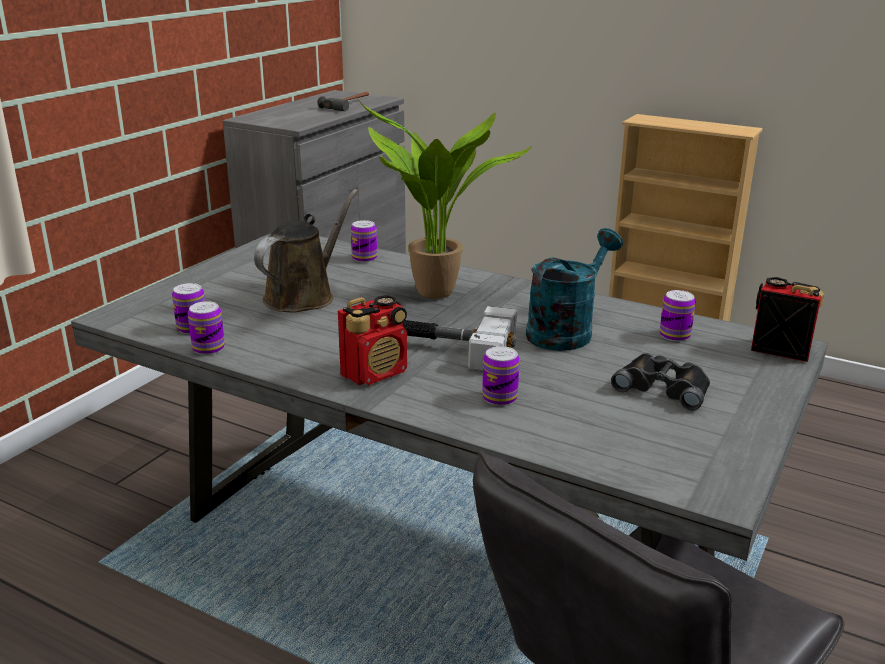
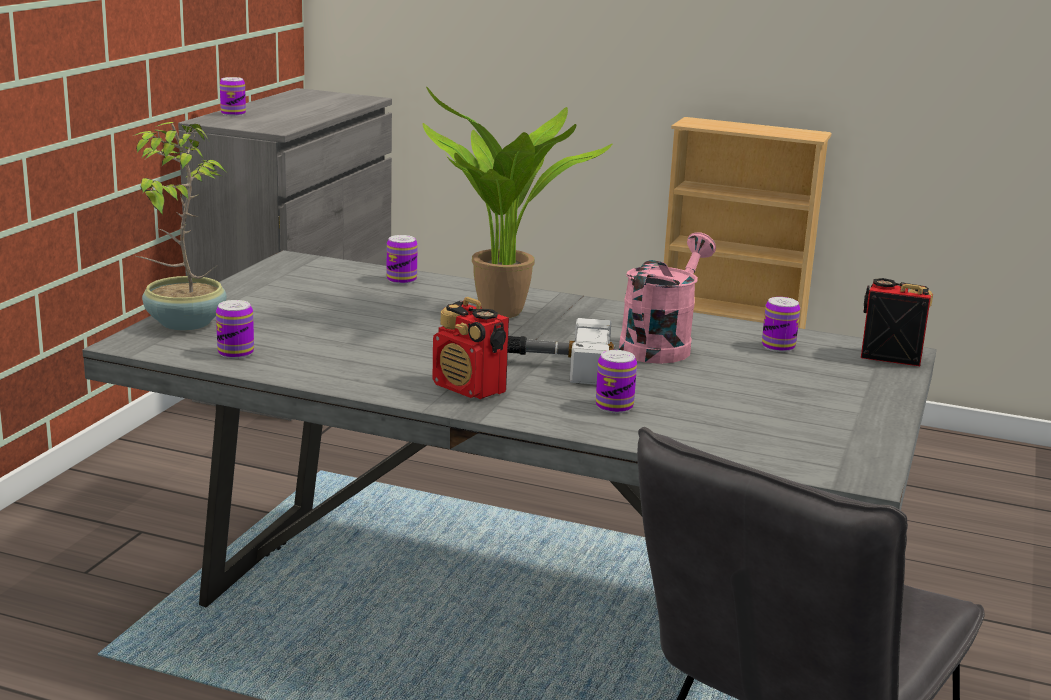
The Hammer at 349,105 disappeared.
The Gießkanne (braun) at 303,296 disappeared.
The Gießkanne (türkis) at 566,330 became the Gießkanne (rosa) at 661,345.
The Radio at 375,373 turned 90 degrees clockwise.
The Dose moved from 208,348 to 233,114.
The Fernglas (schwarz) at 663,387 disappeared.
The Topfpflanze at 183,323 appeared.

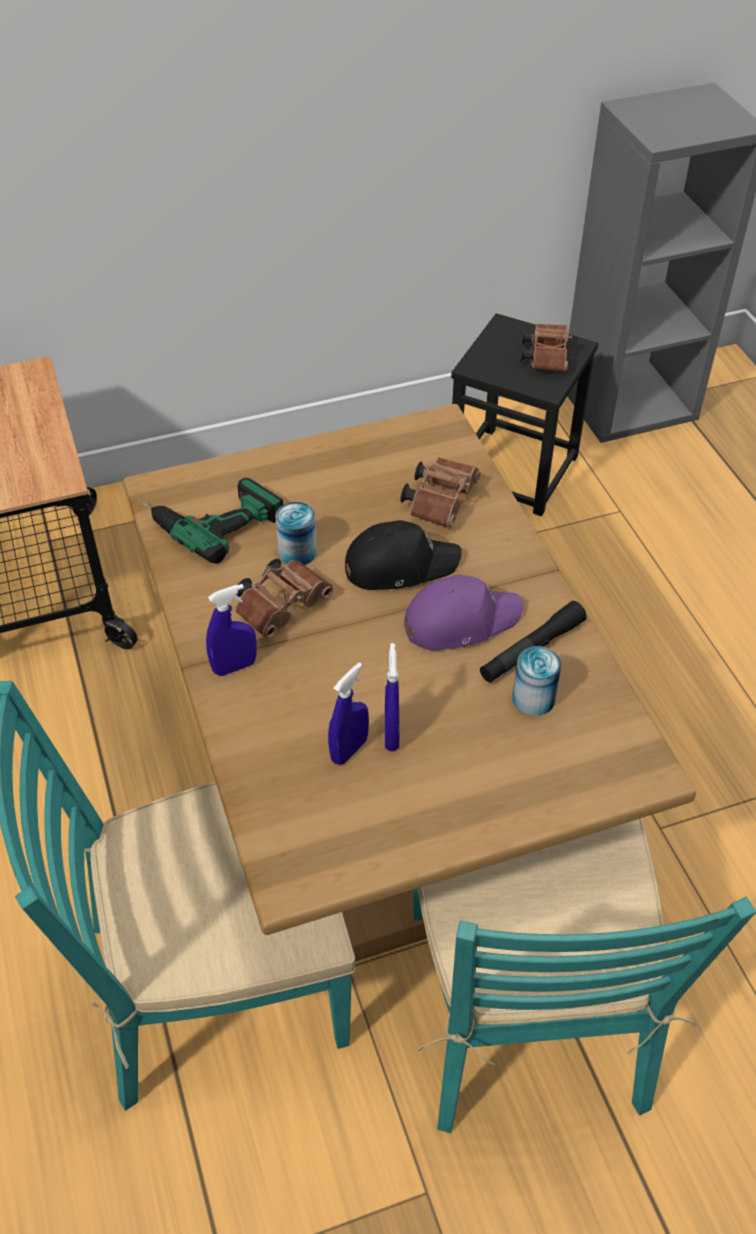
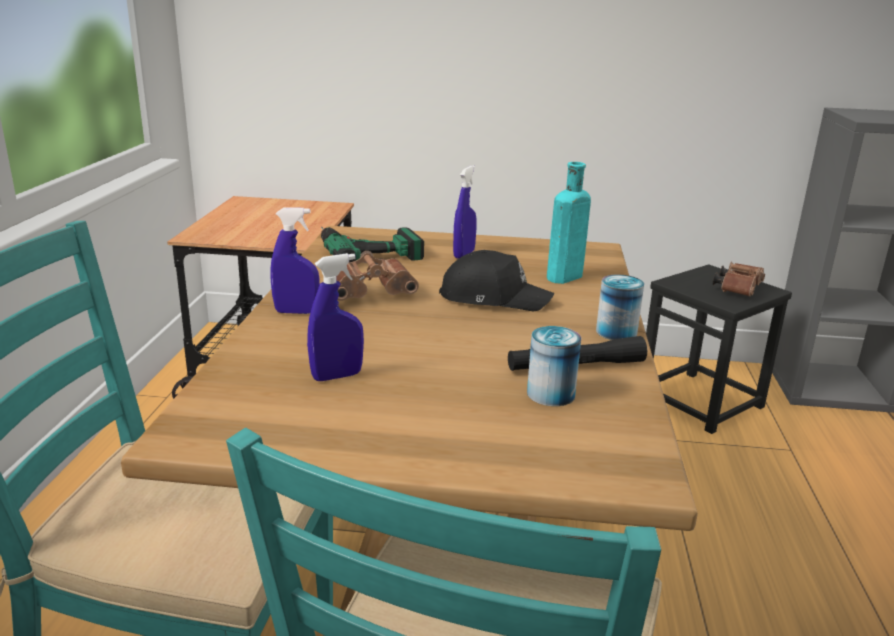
The Fernglas (braun) at 441,501 was replaced by the Flasche (türkis) at 562,278.
The Dose moved from 297,552 to 616,332.
The Kappe (lila) at 460,621 disappeared.
The Sprühflasche (blau) moved from 391,734 to 464,254.

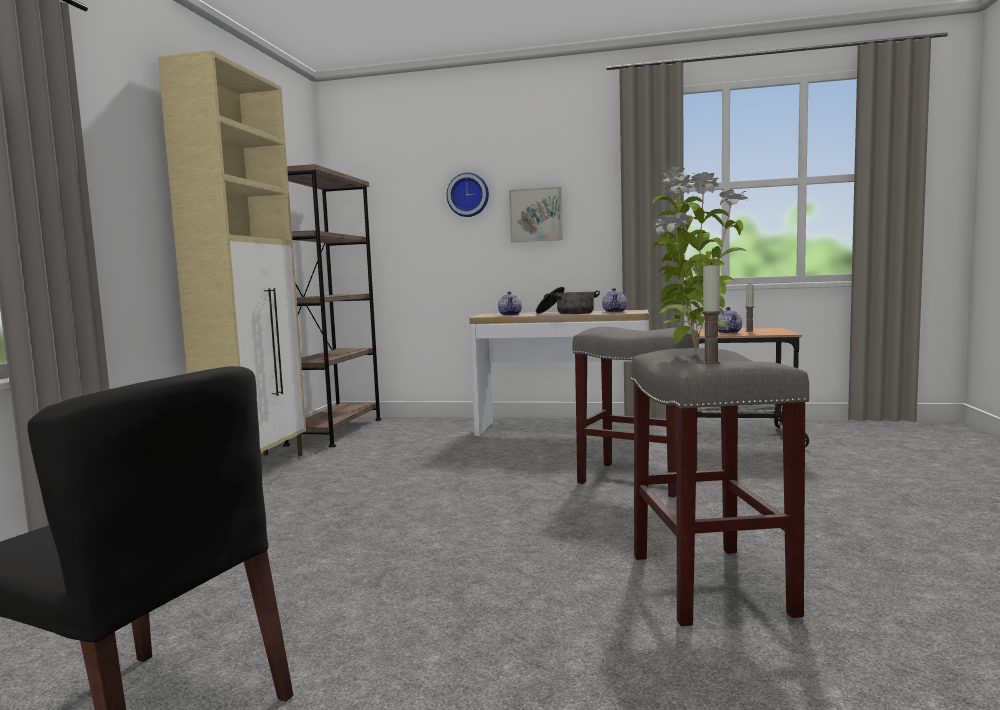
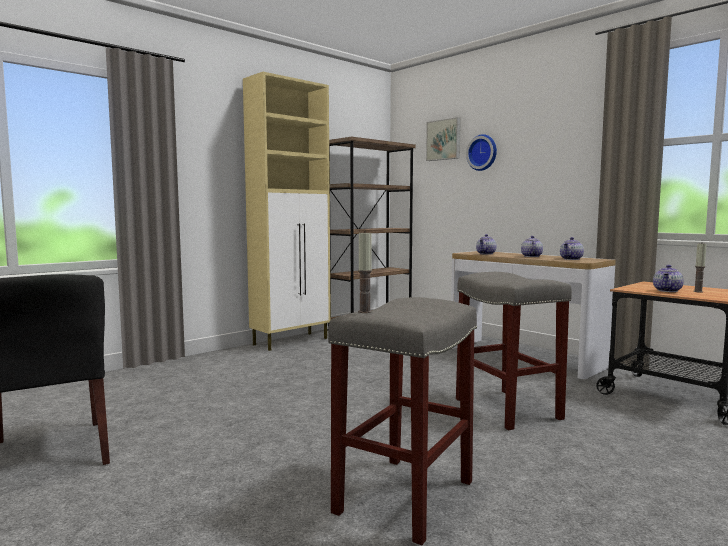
The Topfpflanze at 693,351 disappeared.
The Bild moved from 536,215 to 444,140.
The Kochtopf at 566,313 was replaced by the Teekanne at 531,256.

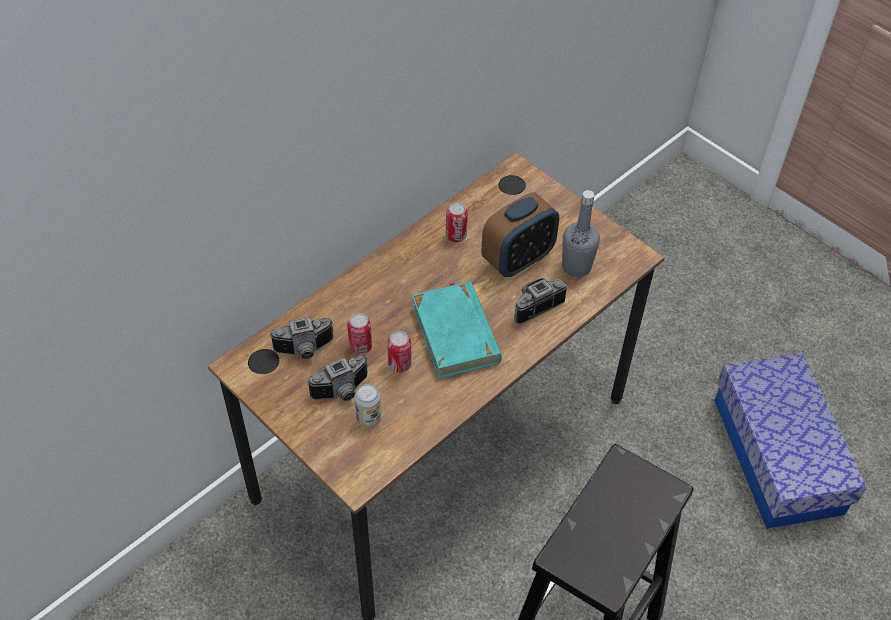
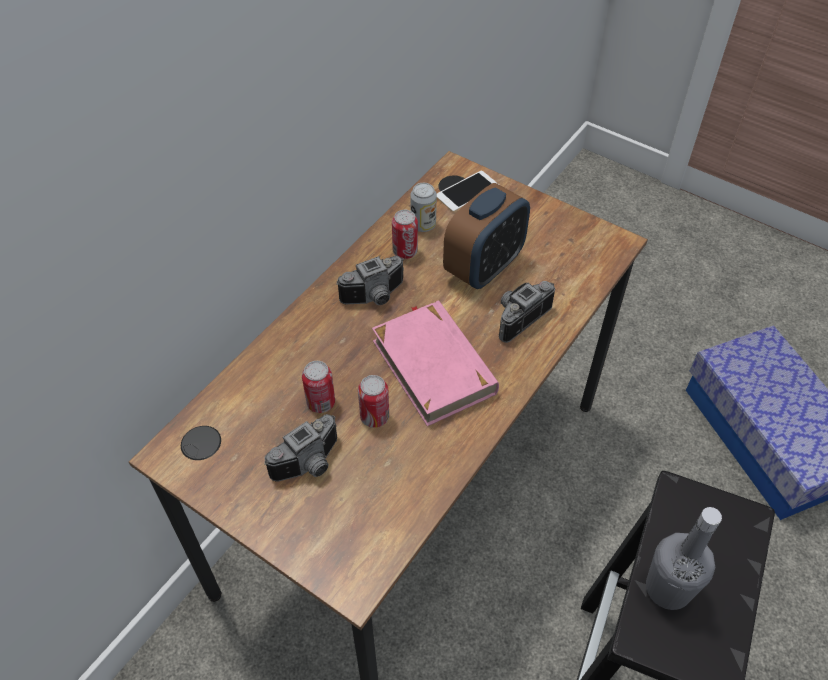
The Flasche (grau) moved from 576,266 to 668,588.
The Buch (türkis) at 456,333 became the Buch (rosa) at 434,366.
The Kamera moved from 305,350 to 376,297.
The Dose moved from 368,418 to 423,225.
The Handy at 467,191 appeared.

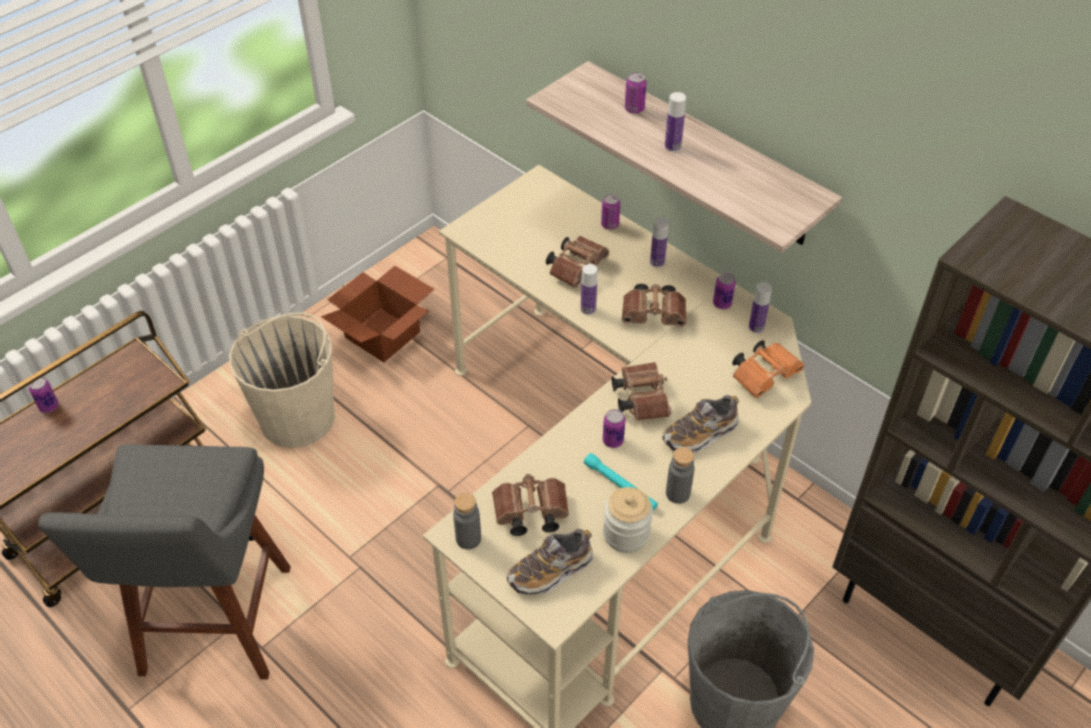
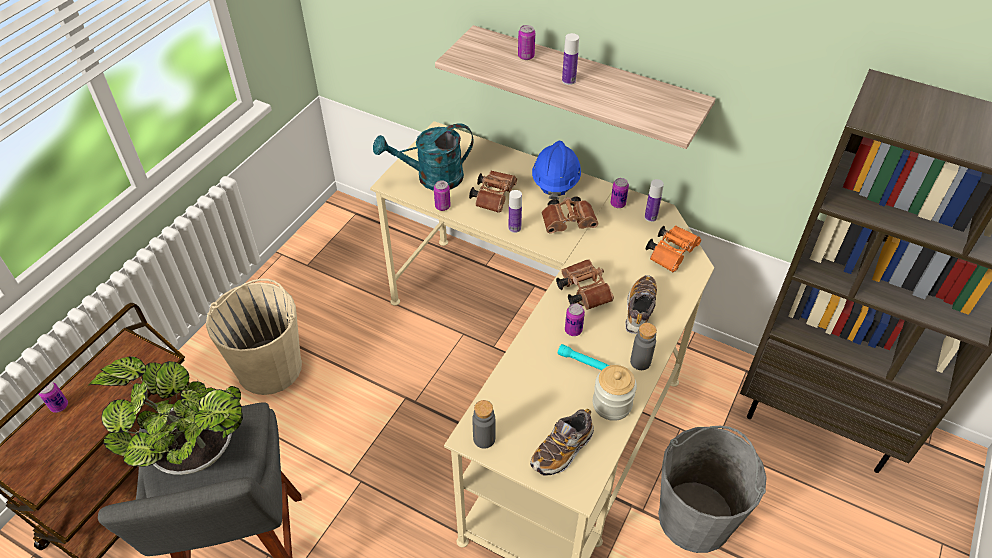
The Dose moved from 610,225 to 442,206.
The Flasche at 657,262 was replaced by the Schutzhelm (blau) at 555,181.
The Karton at 384,334 disappeared.
The Schuh at 700,434 turned 150 degrees clockwise.
The Fernglas (braun) at 529,514 disappeared.
The Gießkanne (türkis) at 431,178 appeared.
The Topfpflanze at 191,451 appeared.

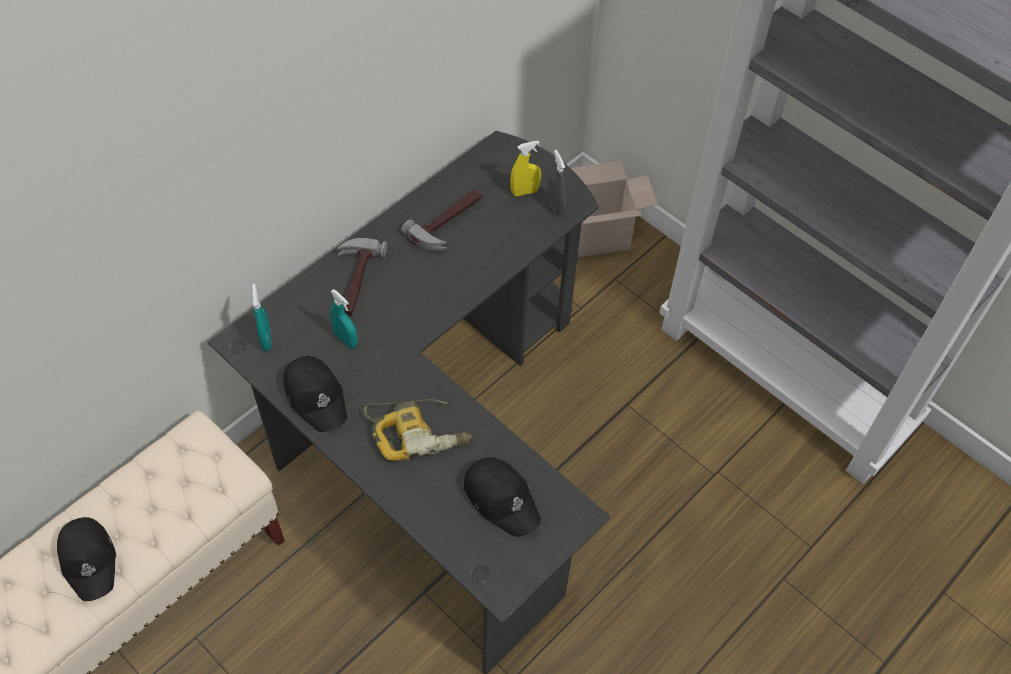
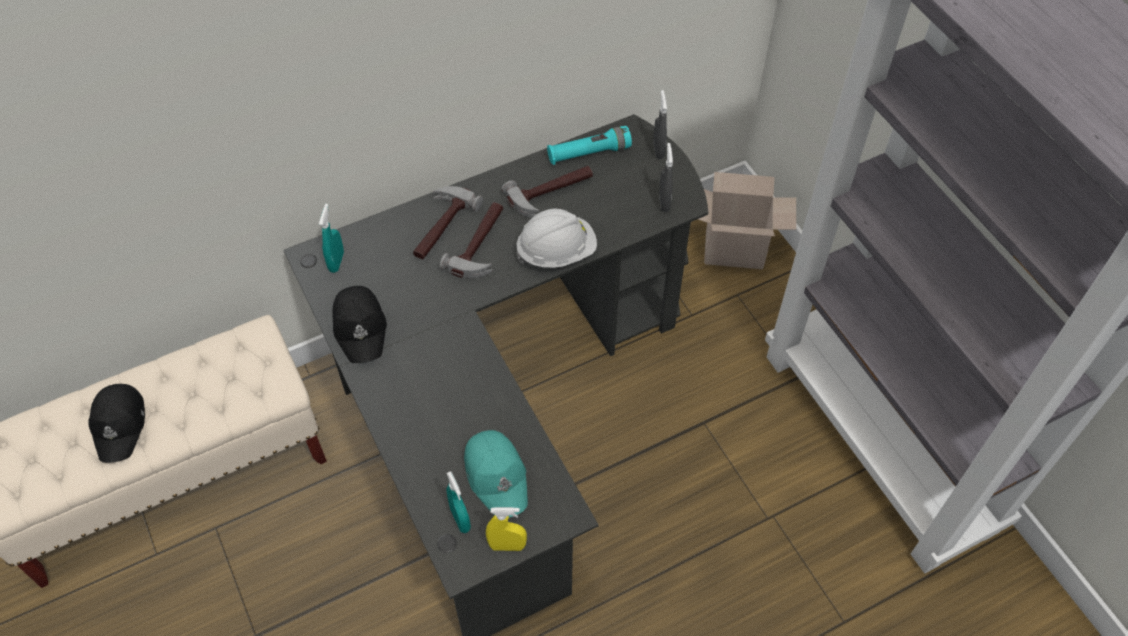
The Sprühflasche (gelb) moved from 525,192 to 507,546.
The Sprühflasche (türkis) moved from 346,339 to 460,519.
The Bohrmaschine at 418,431 disappeared.
The Kappe (schwarz) at 502,498 became the Kappe (türkis) at 497,475.
The Sprühflasche (grau) at 658,149 appeared.
The Taschenlampe (türkis) at 589,153 appeared.
The Hammer at 482,246 appeared.
The Schutzhelm (weiß) at 556,252 appeared.

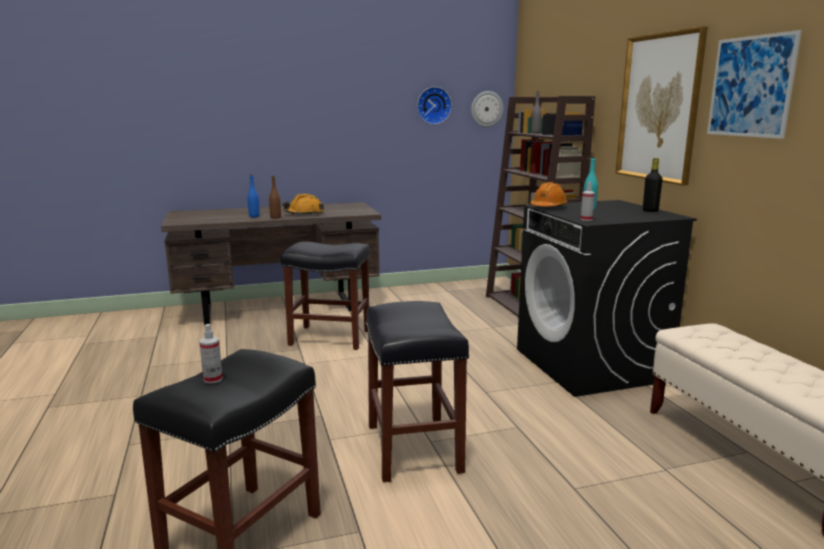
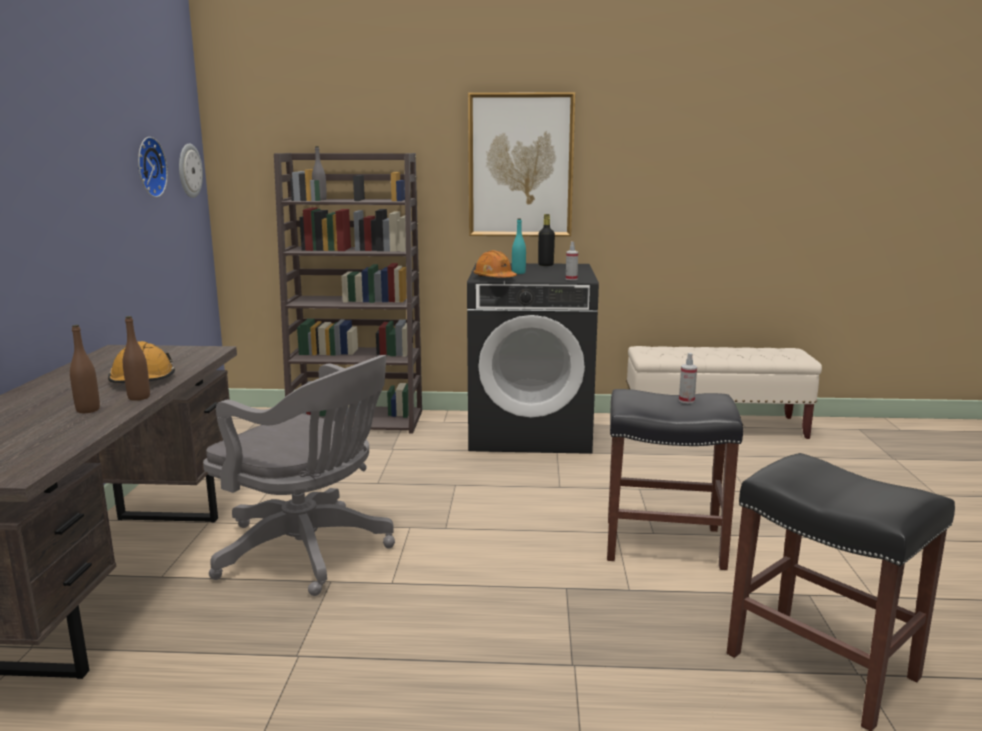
The Bild at 750,86 disappeared.
The Flasche (blau) at 254,216 became the Flasche (braun) at 88,410.
The Hocker (schwarz) at 328,337 was replaced by the Bürostuhl (grau) at 310,552.
The Sprühflasche moved from 213,379 to 686,400.

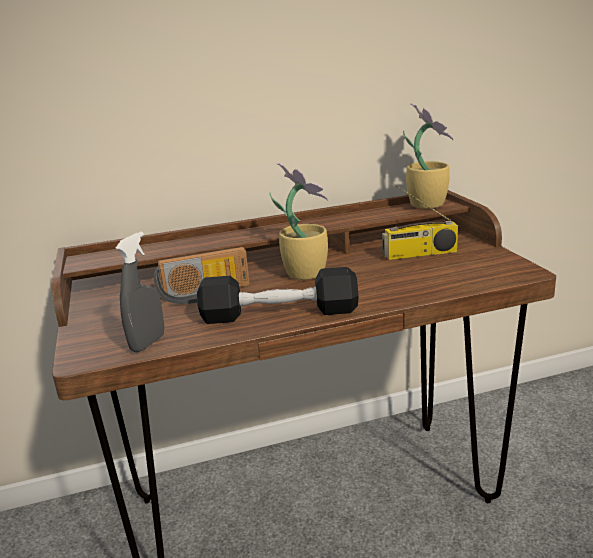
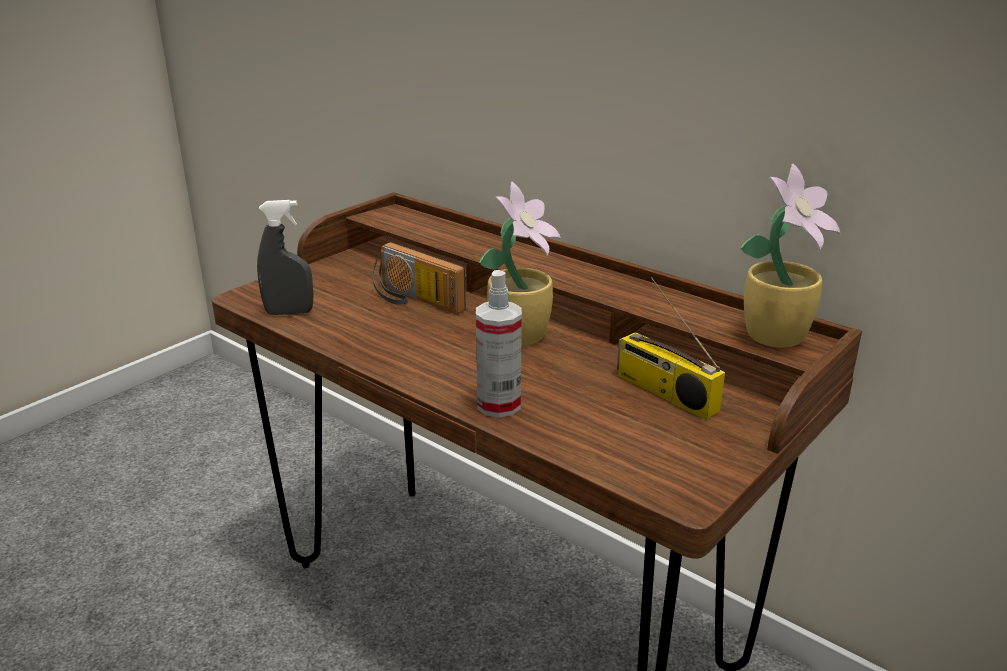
The Hantel (schwarz) at 279,313 disappeared.
The Sprühflasche at 499,405 appeared.

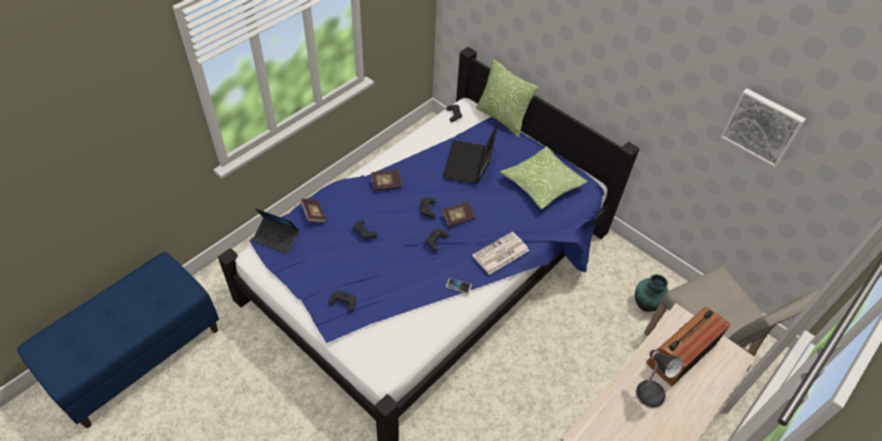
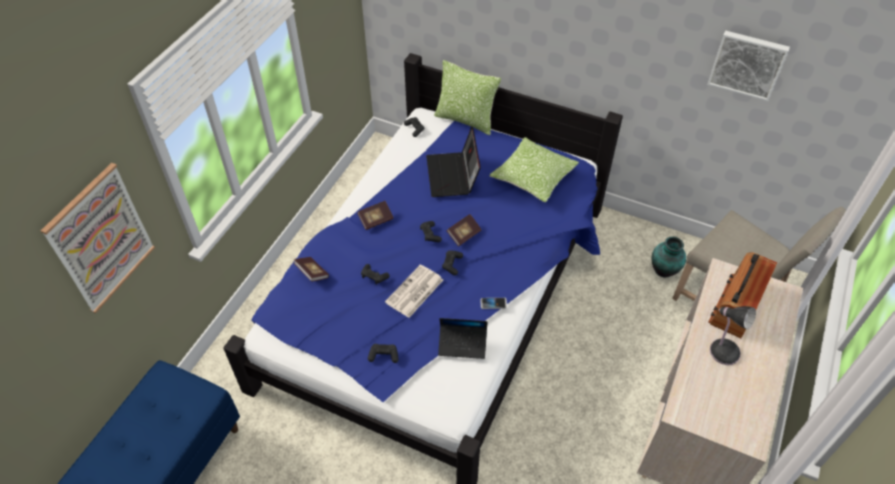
The Laptop moved from 276,238 to 462,344.
The Zeitung moved from 500,254 to 414,292.
The Bild at 101,239 appeared.

